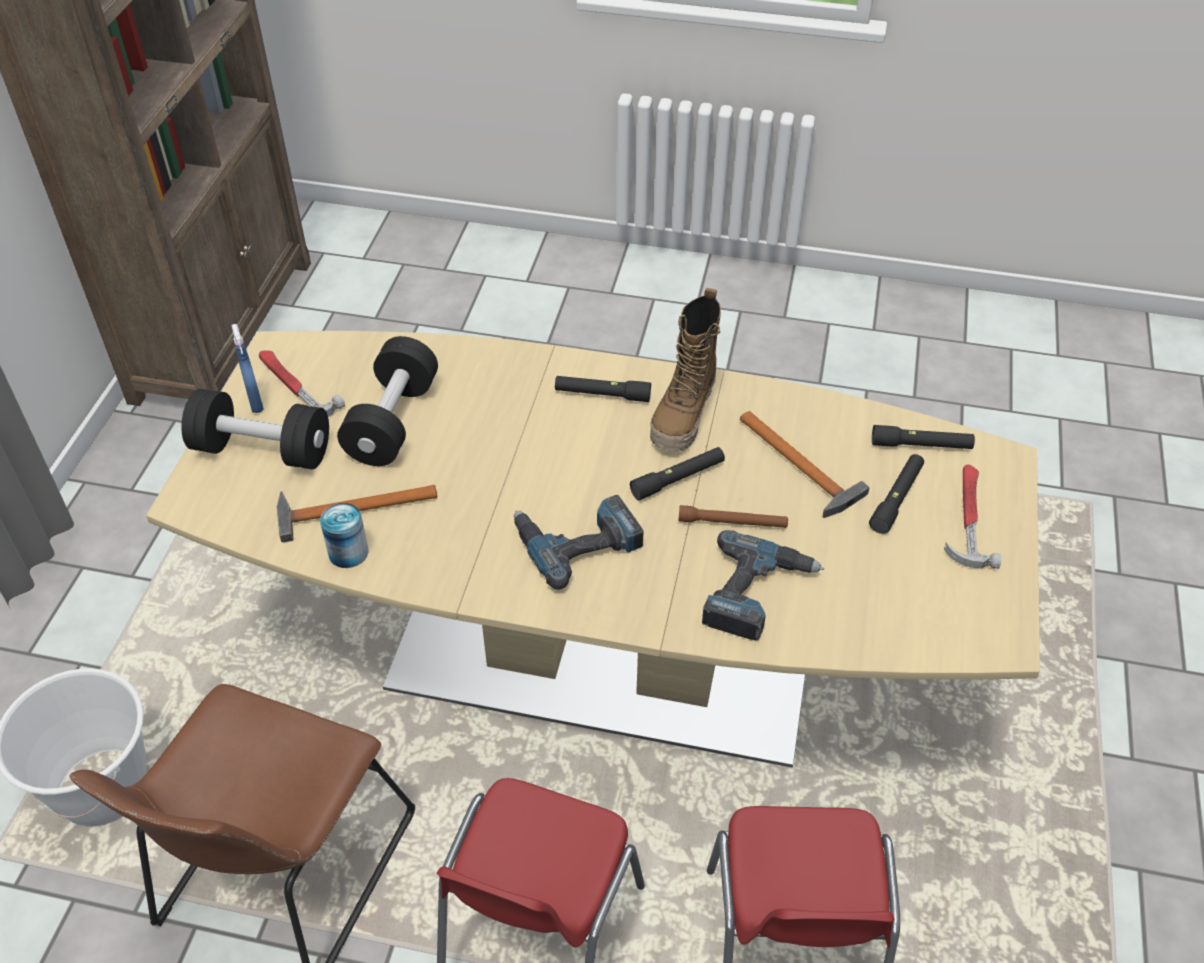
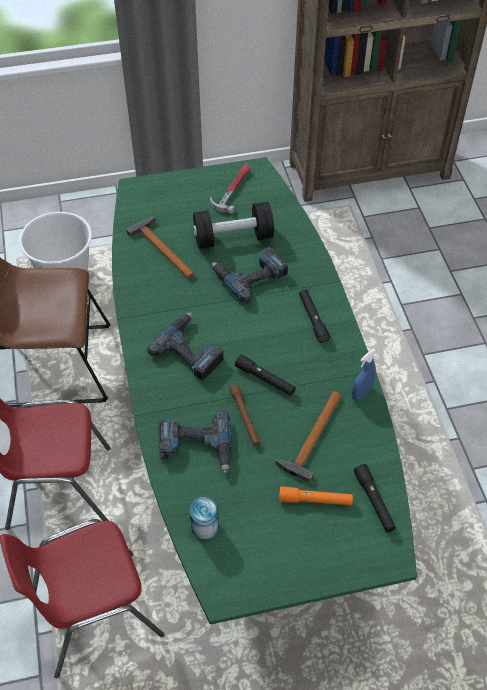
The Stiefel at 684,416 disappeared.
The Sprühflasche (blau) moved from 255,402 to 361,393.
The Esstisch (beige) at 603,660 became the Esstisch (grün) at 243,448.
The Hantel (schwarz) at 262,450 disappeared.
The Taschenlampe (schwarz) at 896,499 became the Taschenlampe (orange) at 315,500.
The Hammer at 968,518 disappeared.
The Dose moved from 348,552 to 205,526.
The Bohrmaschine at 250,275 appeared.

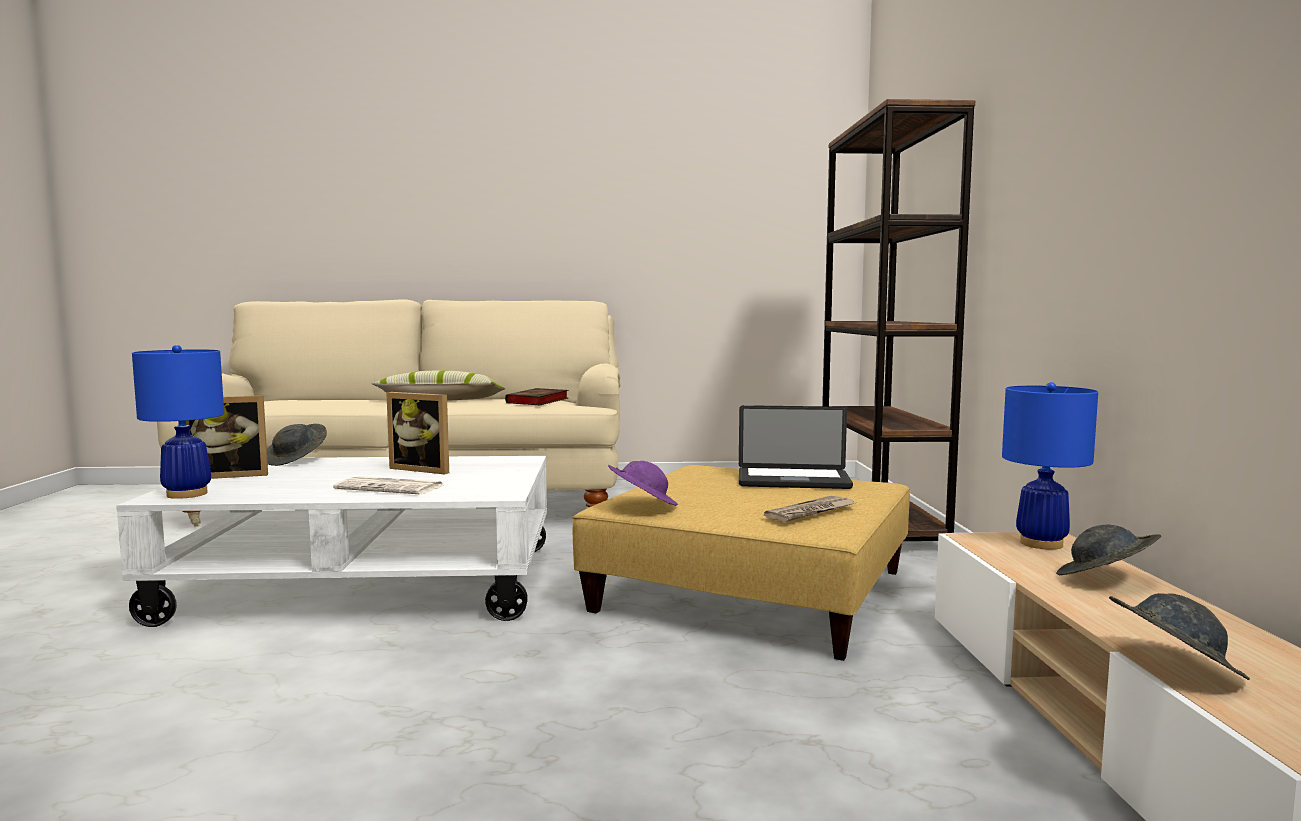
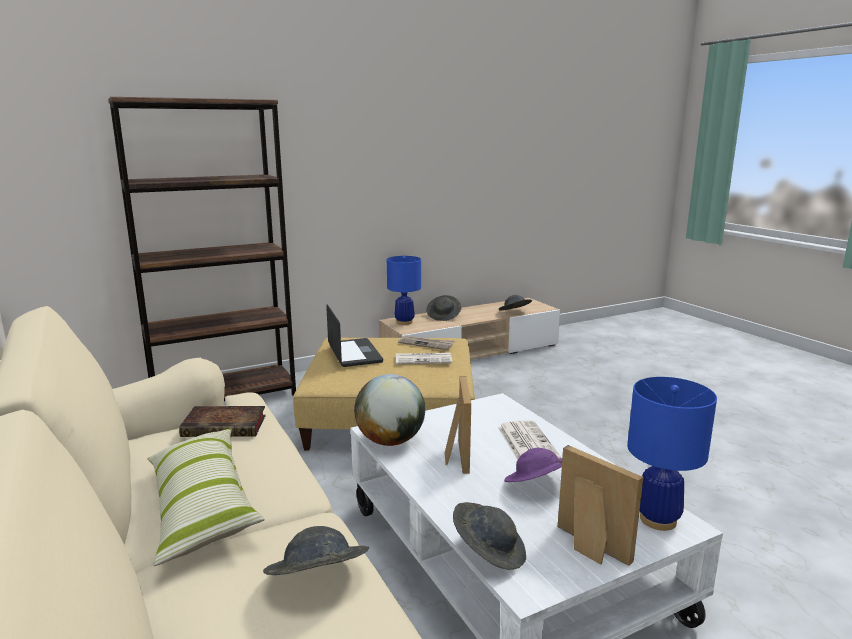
The Hut (lila) moved from 642,504 to 537,485.
The Zeitung at 424,359 appeared.
The Globus at 390,441 appeared.
The Hut (grau) at 317,581 appeared.

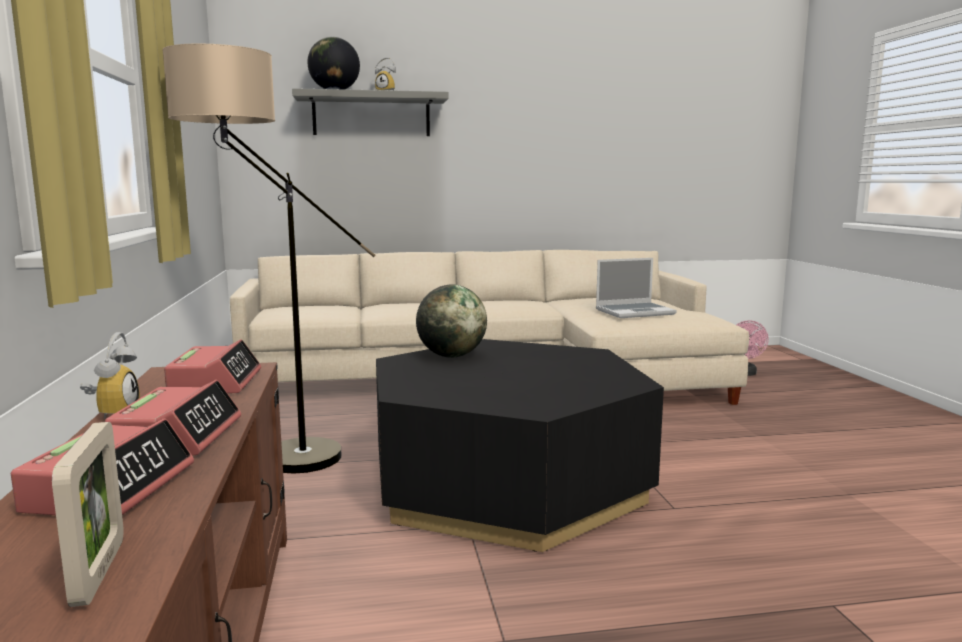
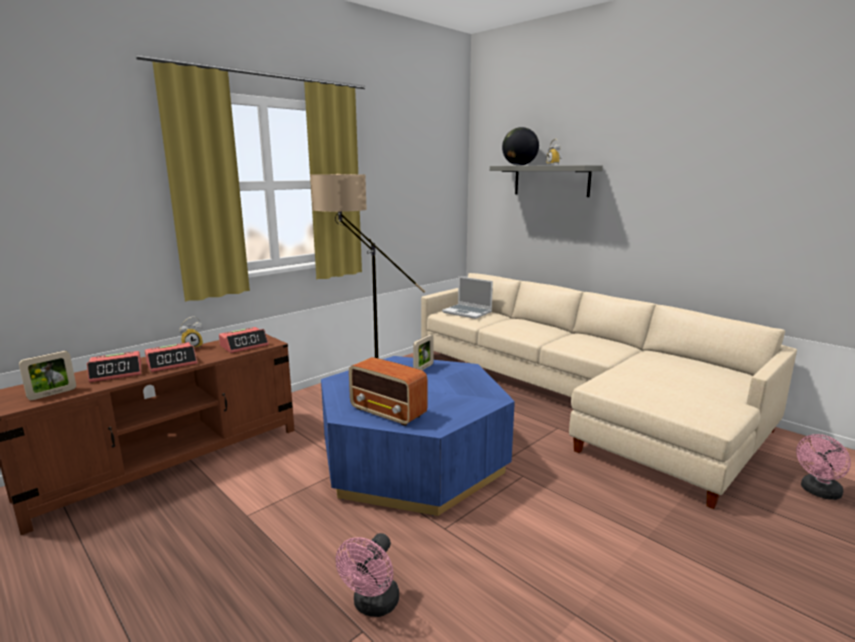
The Laptop moved from 635,312 to 468,312.
The Globus at 451,356 was replaced by the Bilderrahmen at 423,368.
The Couchtisch (schwarz) at 508,483 became the Couchtisch (blau) at 413,460.
The Radio at 388,413 appeared.
The Ventilator (rosa) at 373,606 appeared.

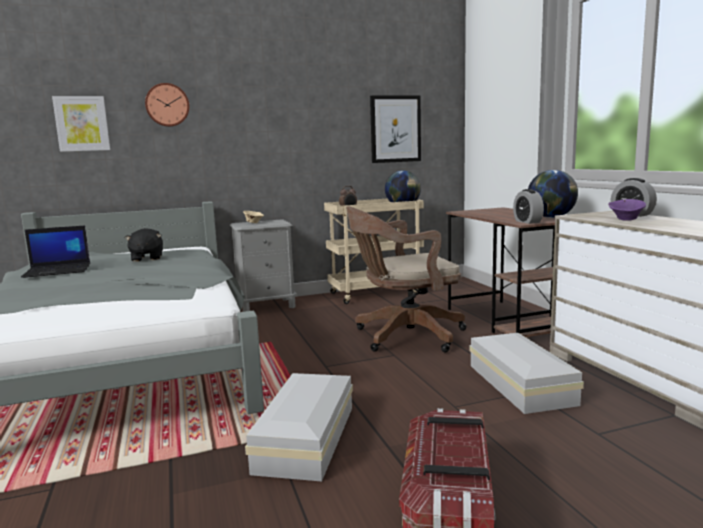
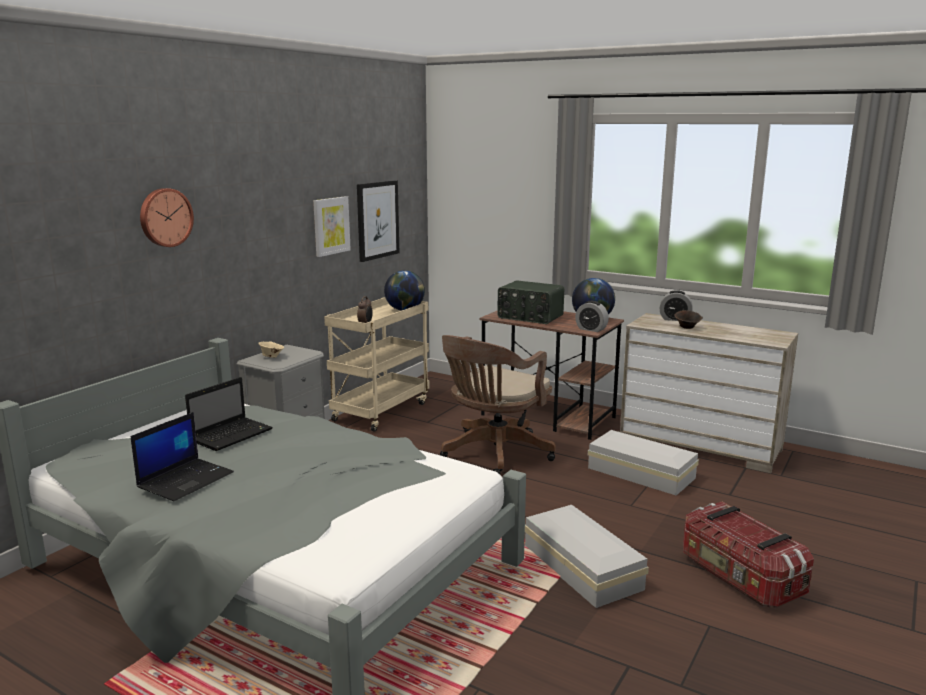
The Bild moved from 82,124 to 331,226.
The Schüssel (lila) at 626,219 became the Schüssel (braun) at 687,327.
The Plüschtier (schwarz) at 146,258 was replaced by the Laptop at 232,434.
The Radio at 530,317 appeared.

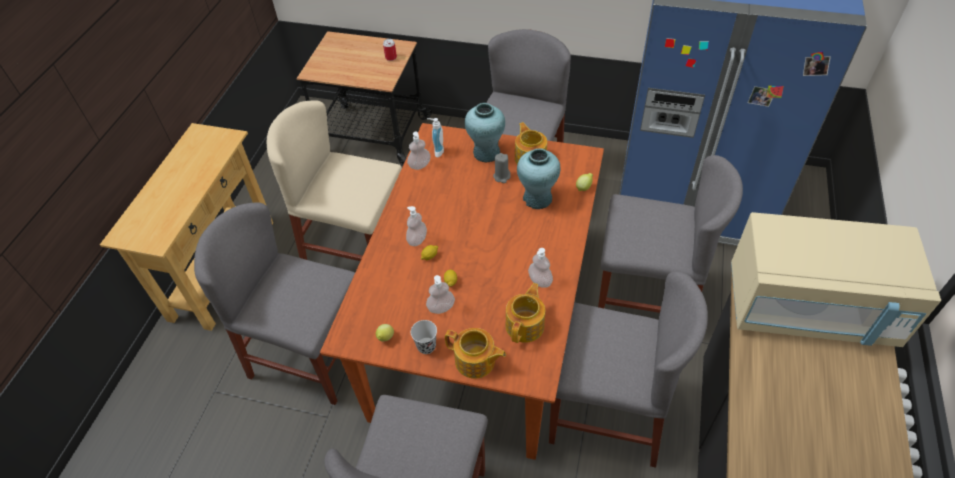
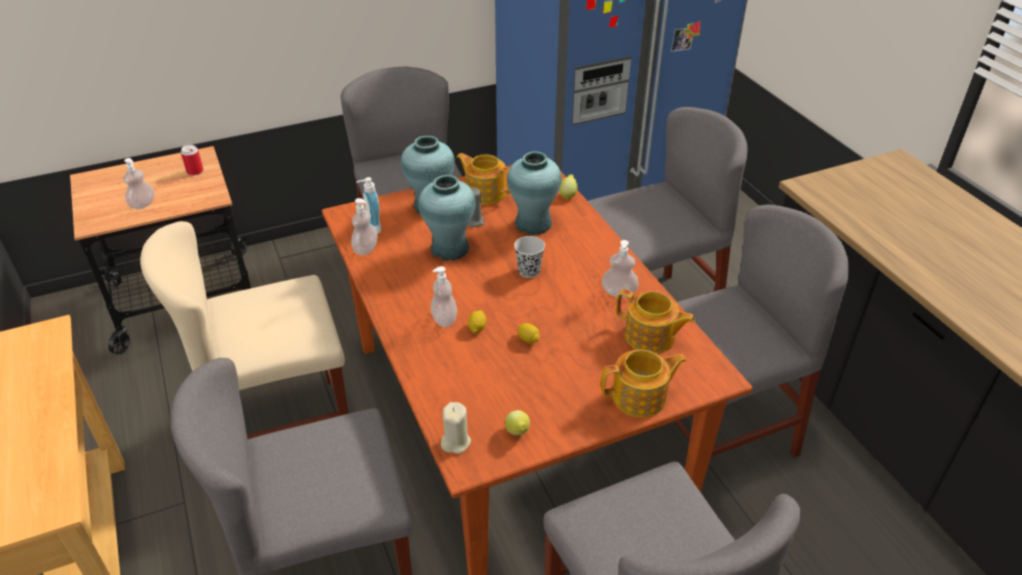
The Mikrowelle (beige) at 809,308 disappeared.
The Seifenspender moved from 441,308 to 143,204.
The Teekanne at 525,325 turned 135 degrees clockwise.
The Tasse (schwarz) moved from 426,346 to 529,271.
The Vase (türkis) at 450,249 appeared.
The Kerze (beige) at 455,442 appeared.

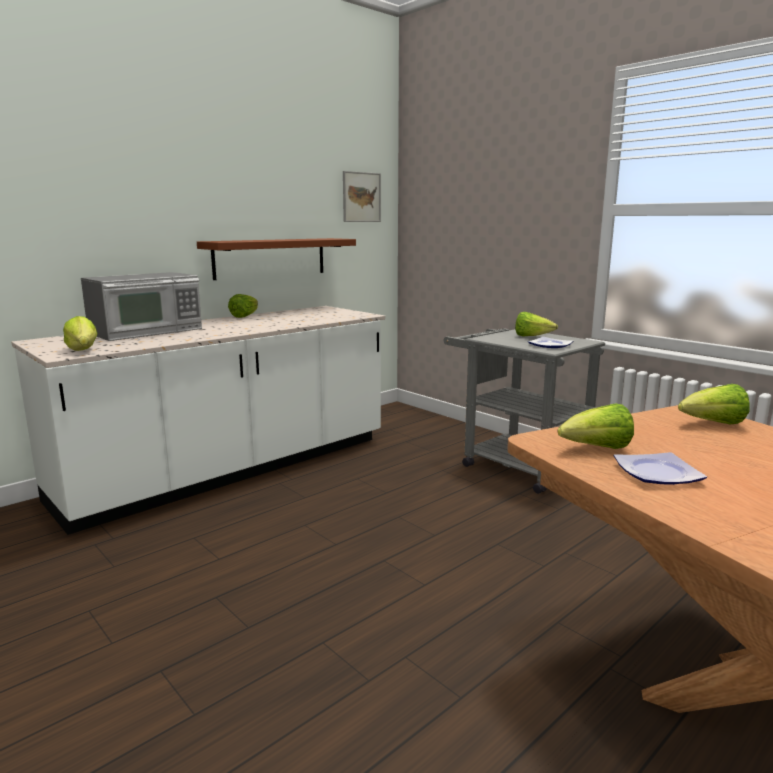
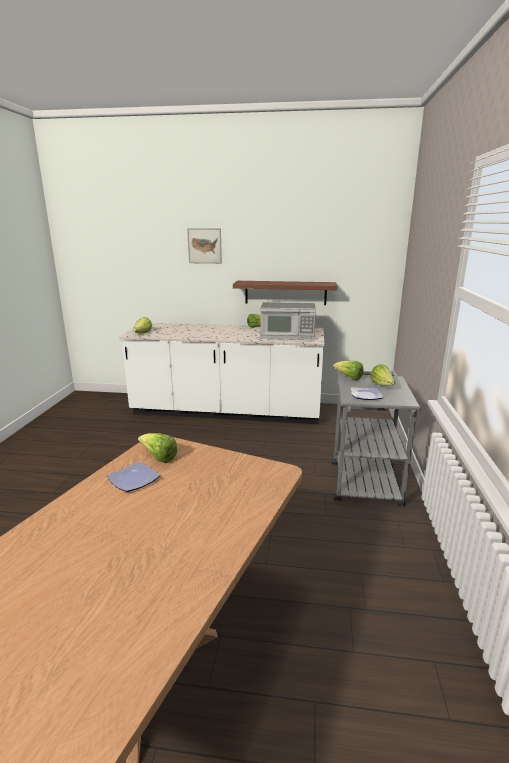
The Bild moved from 361,197 to 204,246.
The Mikrowelle moved from 147,331 to 287,336.
The Salatkopf moved from 713,424 to 349,378.

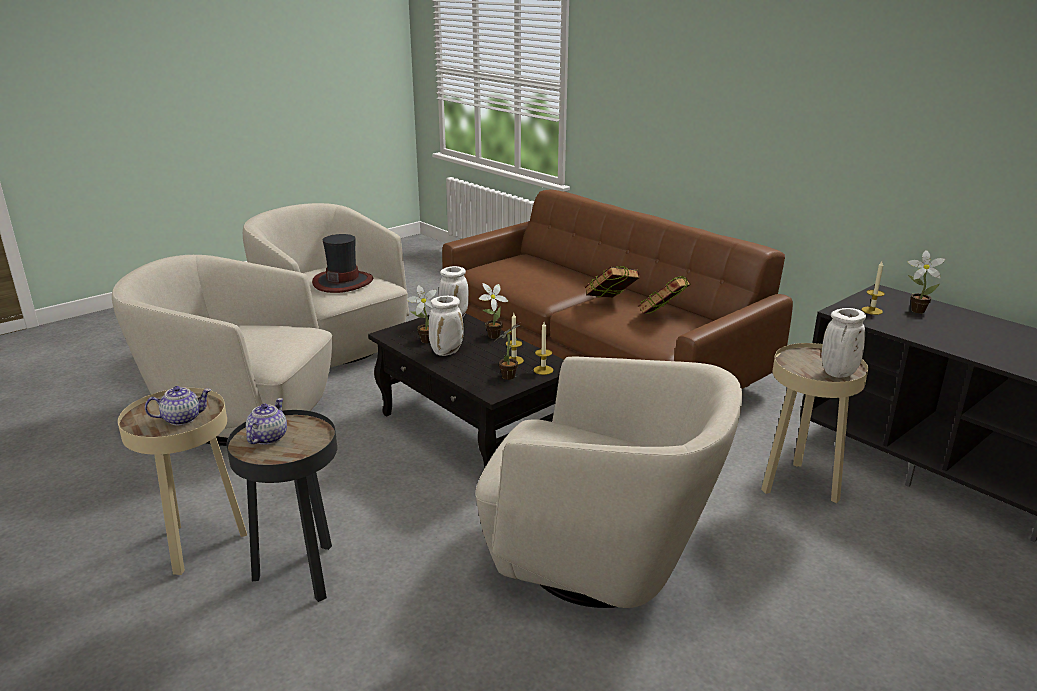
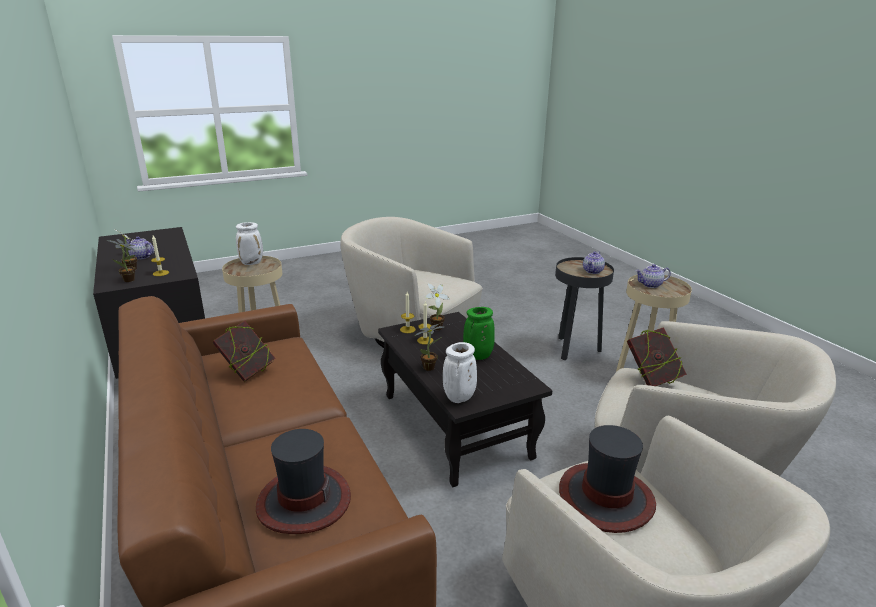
The Buch moved from 610,304 to 651,379.
The Topfpflanze moved from 424,340 to 130,280.
The Vase (weiß) at 447,351 became the Vase (grün) at 477,356.
The Teekanne at 141,257 appeared.
The Hut at 303,501 appeared.

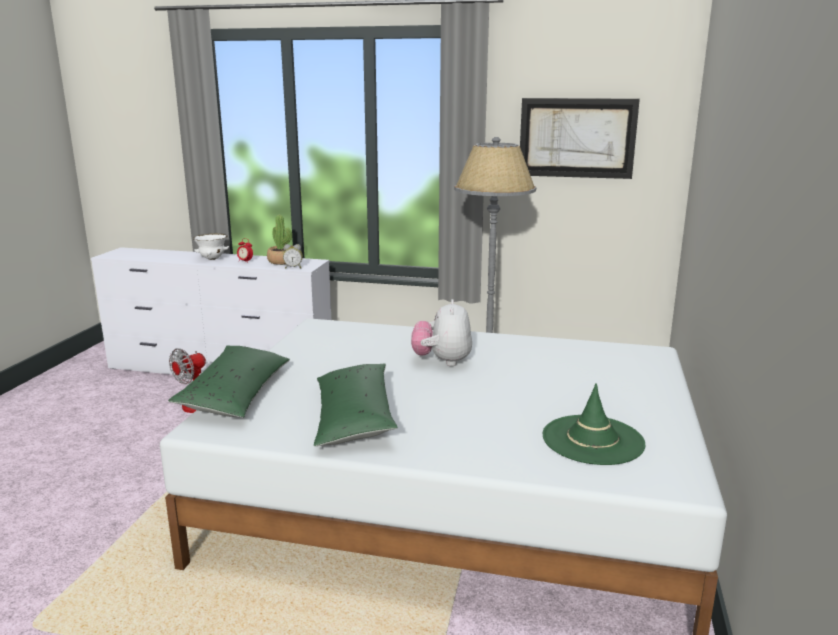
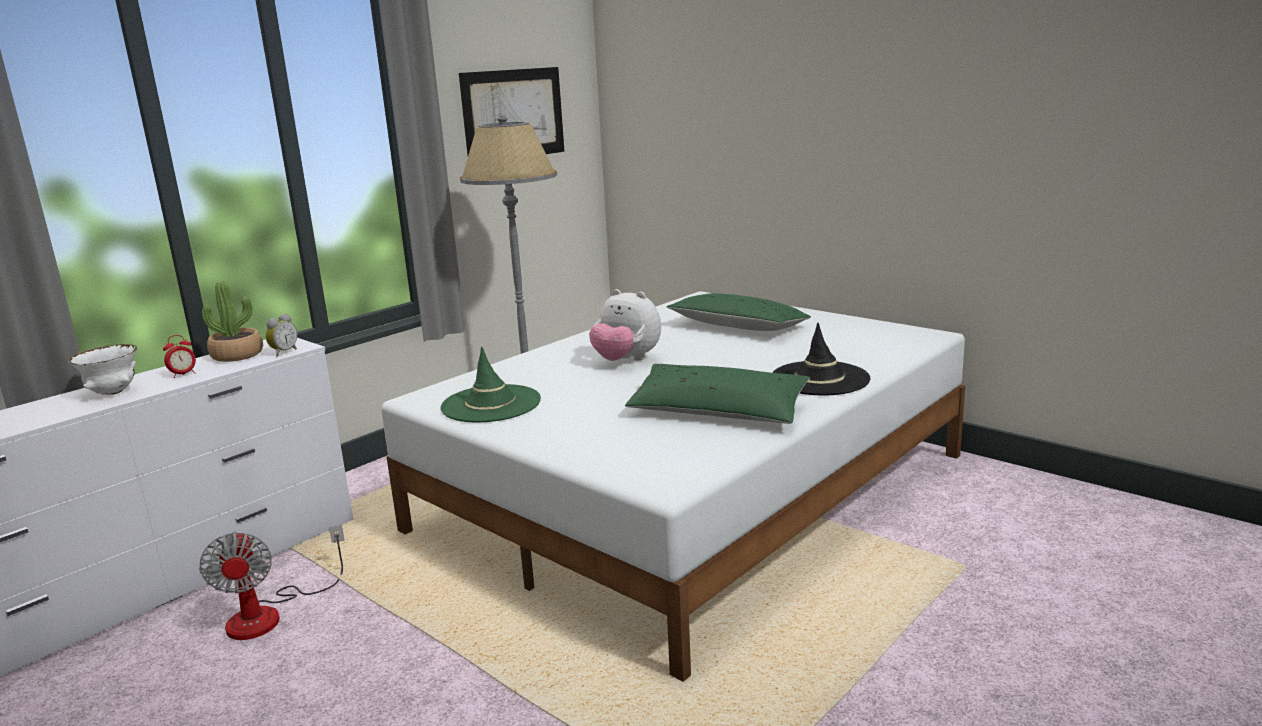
The Kissen (grün) moved from 235,394 to 738,327.
The Hut (grün) moved from 592,440 to 491,404.
The Hut (schwarz) at 820,379 appeared.

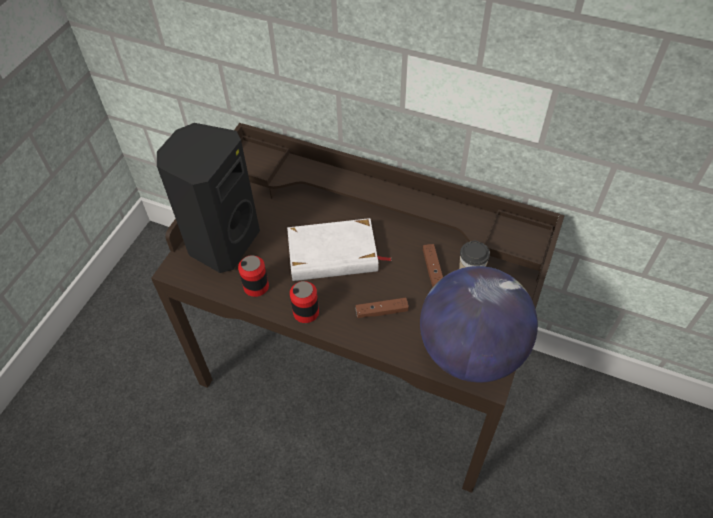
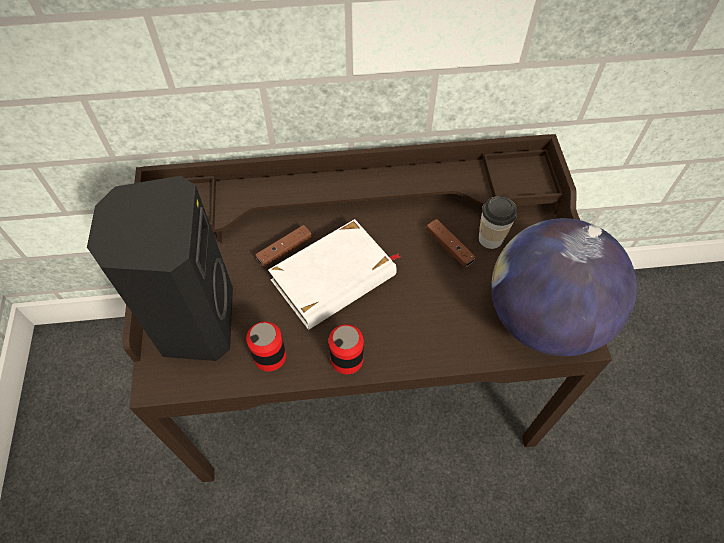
The Gamepad (braun) moved from 381,311 to 284,250.

